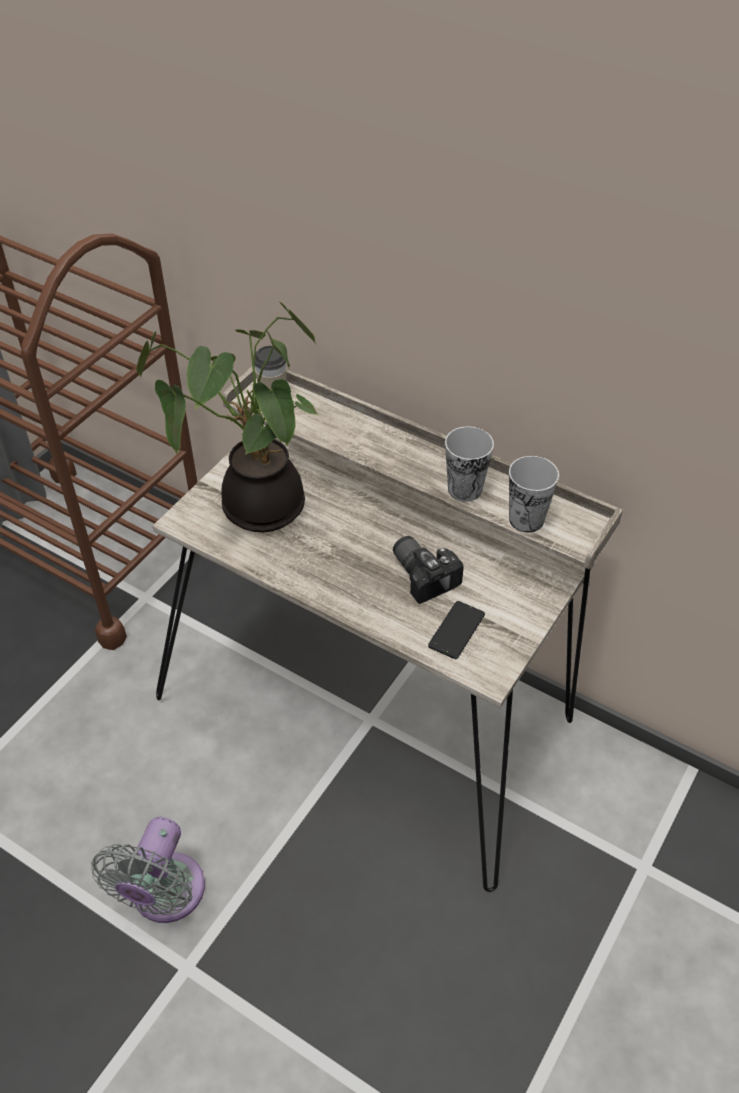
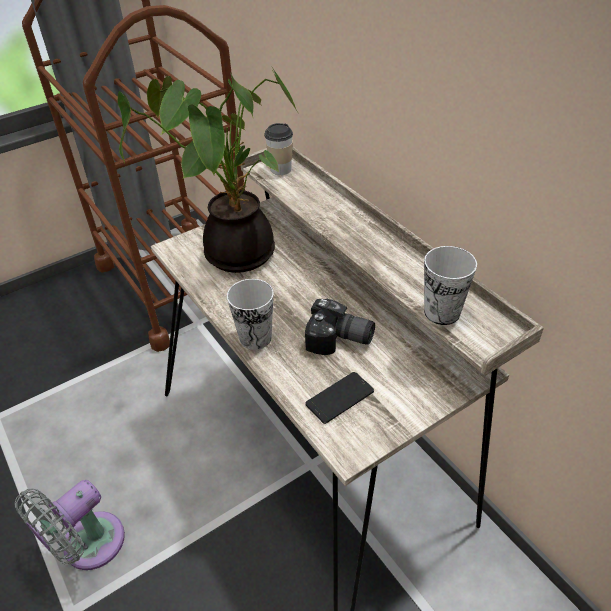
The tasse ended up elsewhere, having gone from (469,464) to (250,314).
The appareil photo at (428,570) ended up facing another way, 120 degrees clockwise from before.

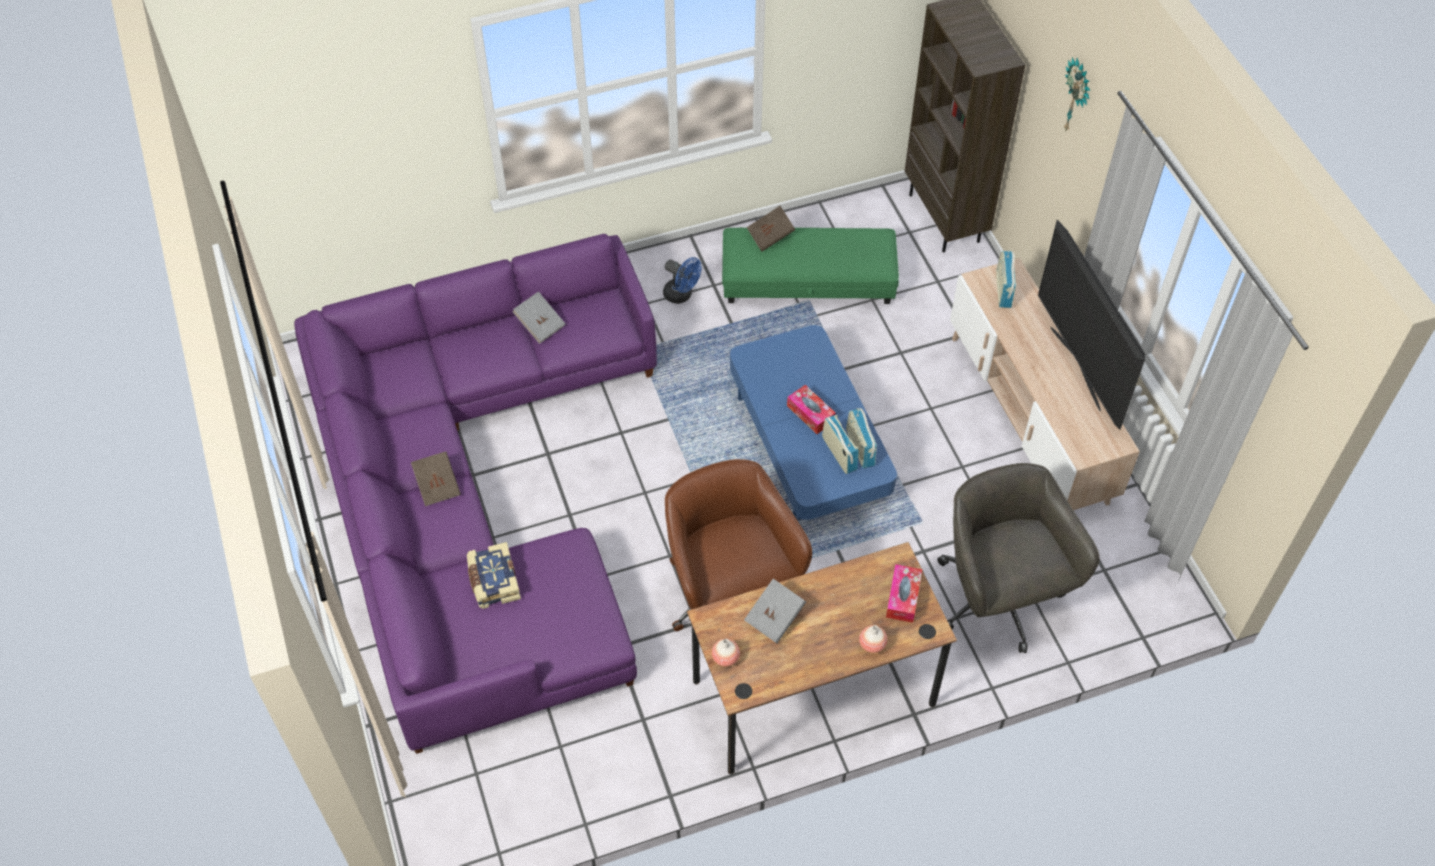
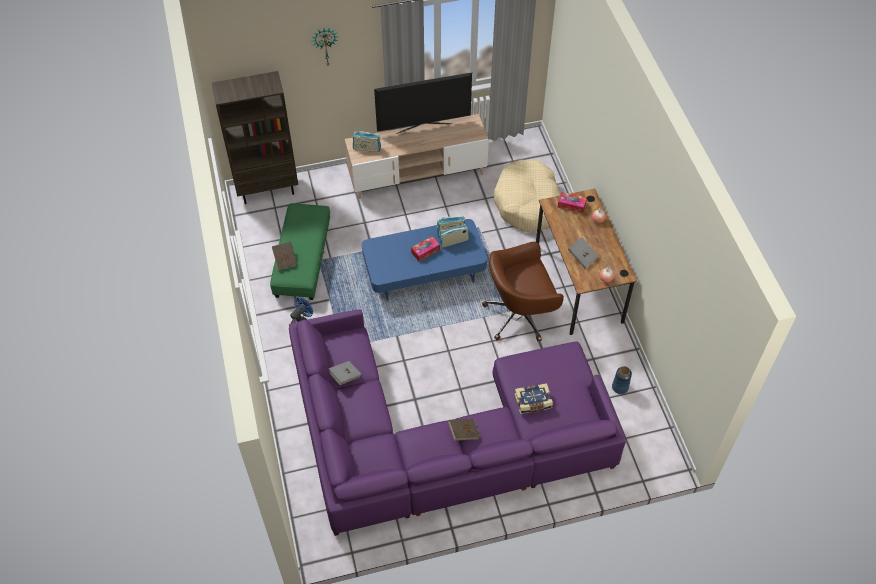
The second view gained the vase (bleu) at (622,380).
Where the chaise de bureau (gris) stood at (1018,558), the panier pour chien (beige) came to stand at (527,195).

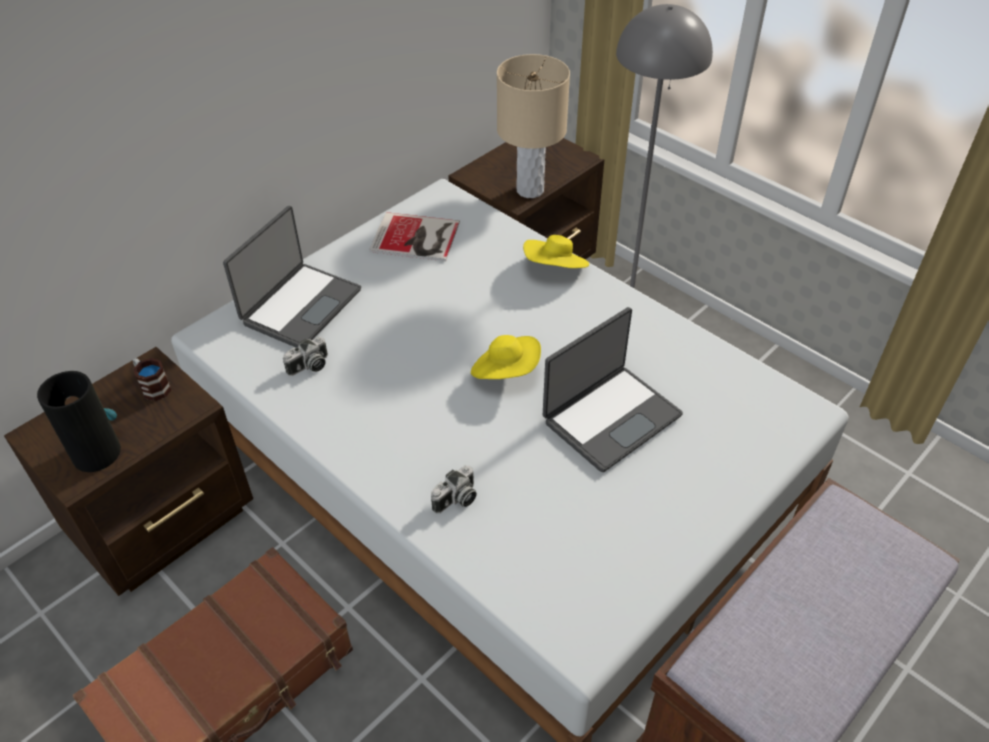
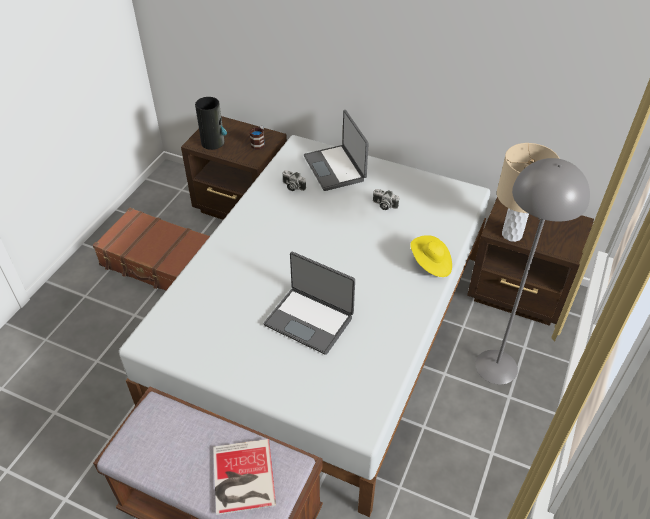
The second view lost the chapeau (jaune) at (506,357).
The livre ended up elsewhere, having gone from (414,236) to (244,477).
The appareil photo ended up elsewhere, having gone from (454,490) to (386,199).
The ordinateur portable at (292,277) ended up facing another way, 60 degrees clockwise from before.

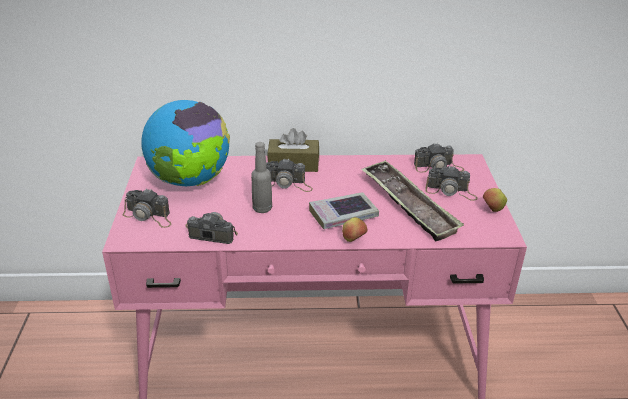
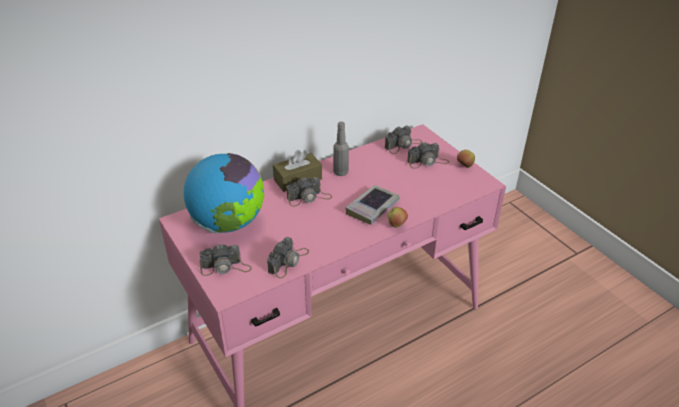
The second view lost the plateau at (412,200).
The bouteille (gris) ended up elsewhere, having gone from (261,177) to (341,149).
The appareil photo at (211,228) ended up facing another way, 135 degrees clockwise from before.

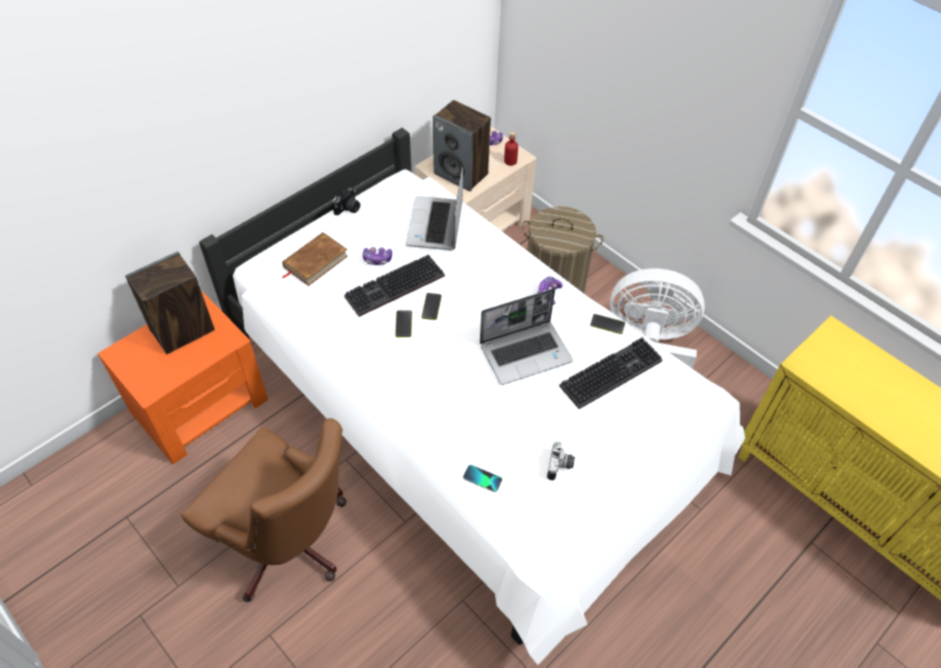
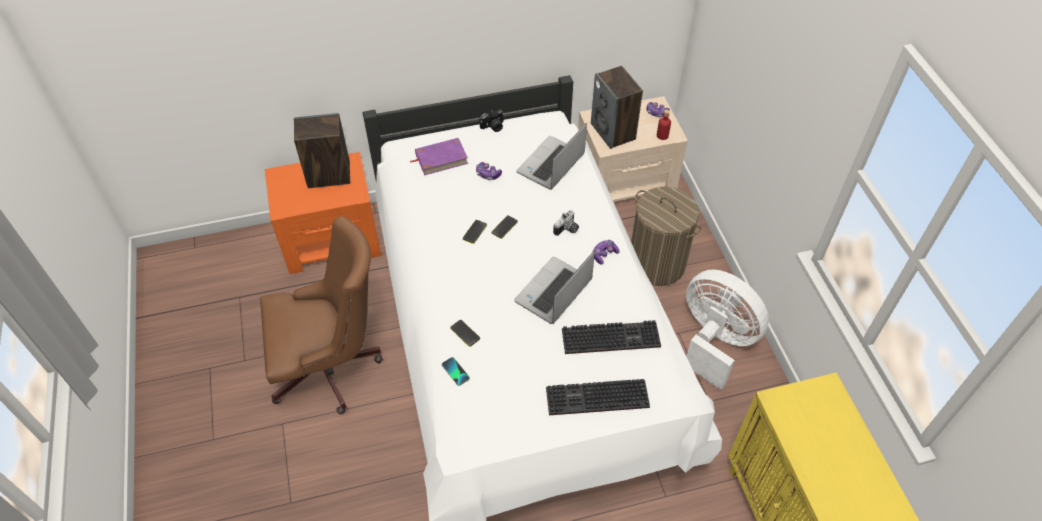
The clavier ended up elsewhere, having gone from (394,286) to (598,397).
The appareil photo ended up elsewhere, having gone from (561,460) to (566,223).
The téléphone ended up elsewhere, having gone from (607,324) to (465,333).
What was the livre (marron) at (315,259) turned into the livre (violet) at (439,156).
The chaise de bureau (marron) at (264,510) ended up facing another way, 75 degrees counterclockwise from before.
The ordinateur portable at (526,337) ended up facing another way, 120 degrees clockwise from before.

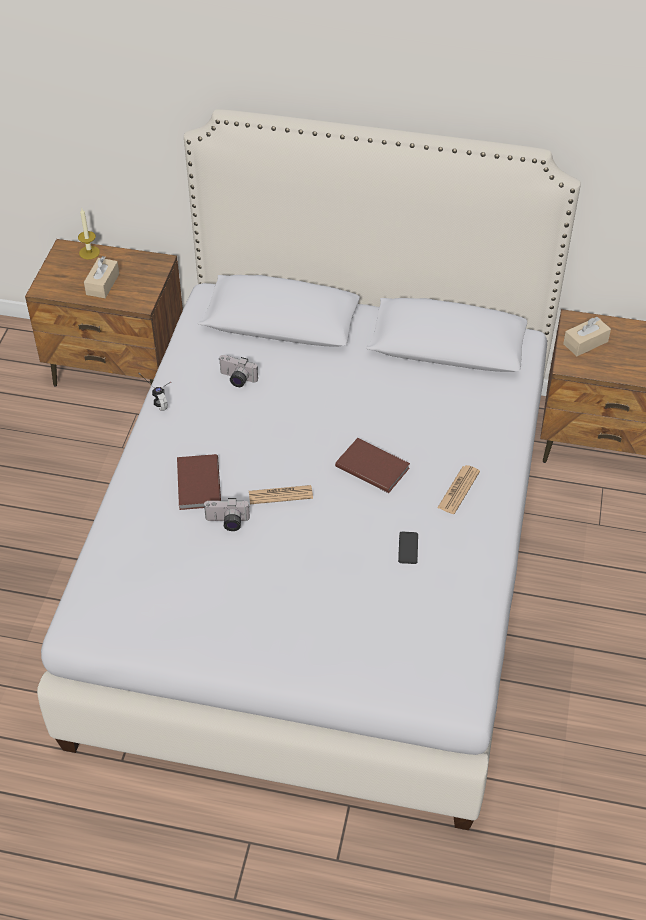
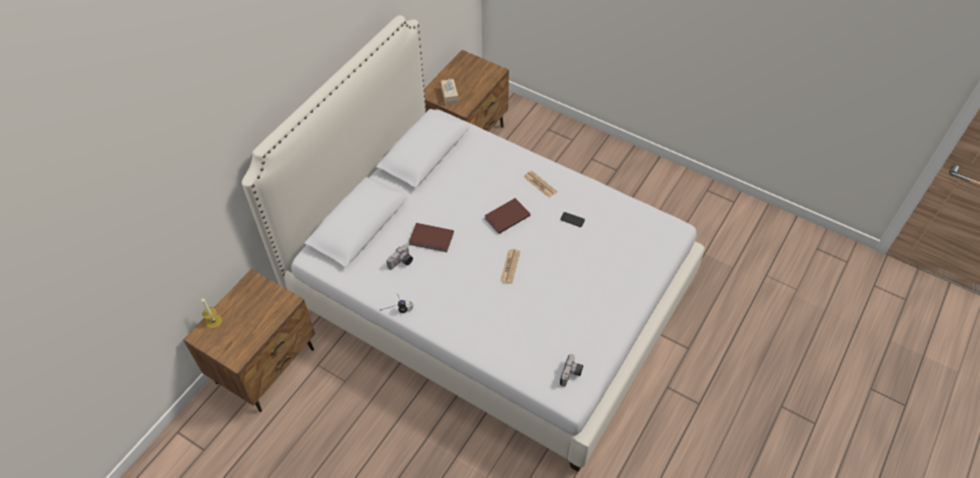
The second view lost the boîte à mouchoirs (beige) at (101,277).
The livre (marron) ended up elsewhere, having gone from (199,482) to (431,237).
The appareil photo ended up elsewhere, having gone from (226,514) to (571,370).

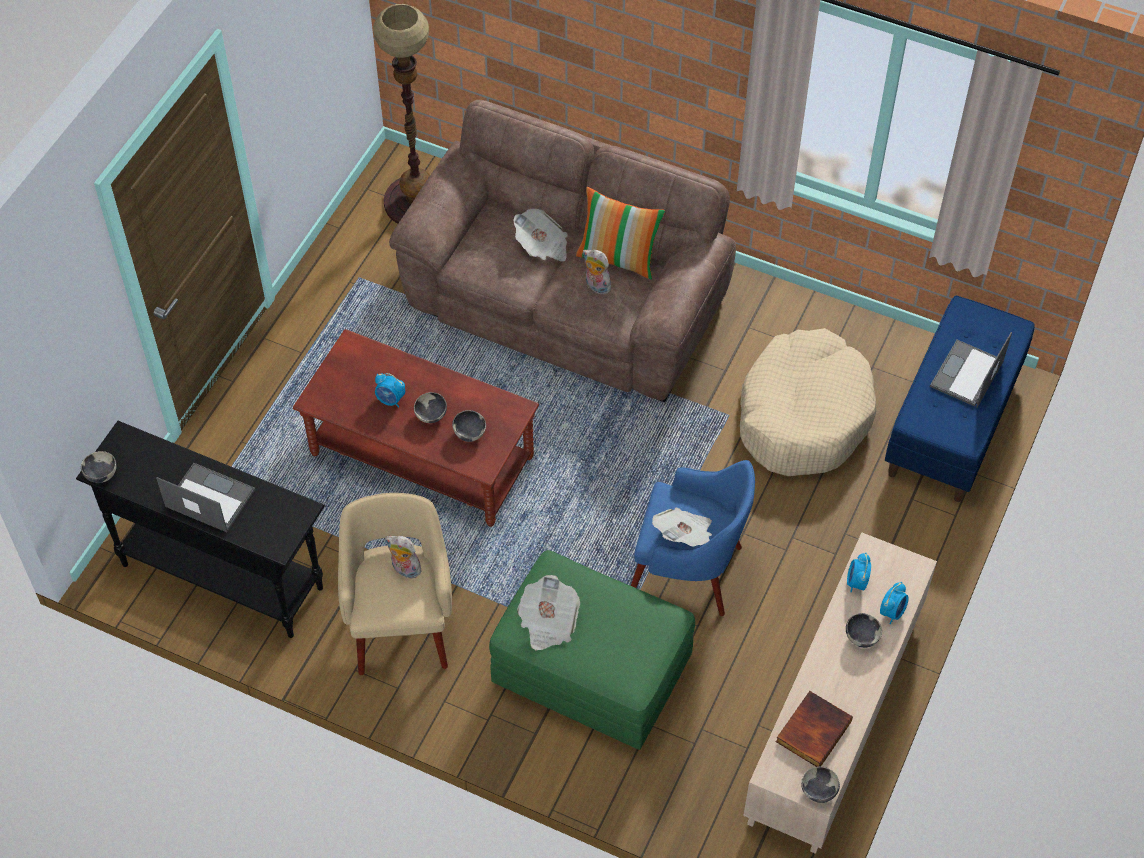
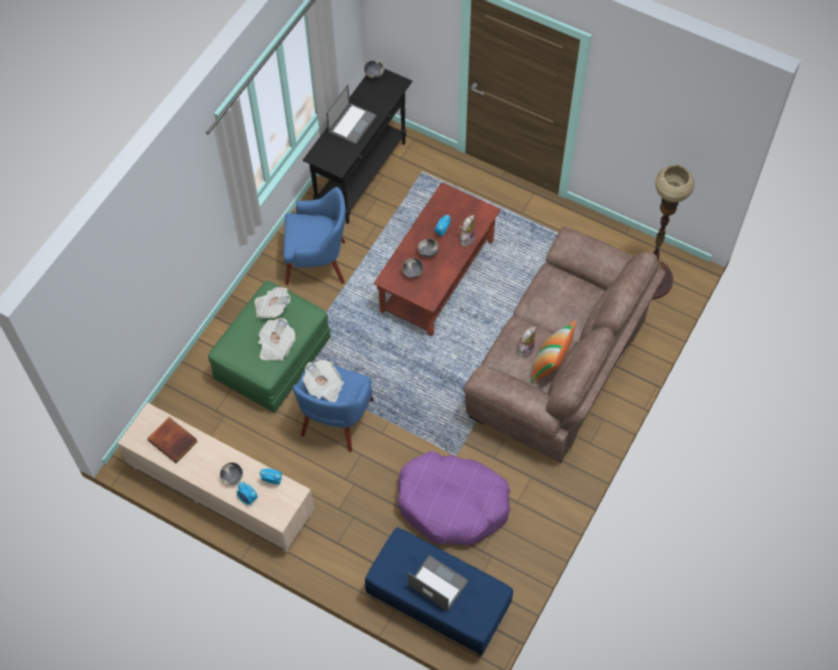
The second view lost the bol at (820,785).
The peluche ended up elsewhere, having gone from (404,558) to (467,231).
The journal ended up elsewhere, having gone from (540,235) to (276,339).
What was the fauteuil (beige) at (395,584) turned into the fauteuil (bleu) at (314,236).
What was the panier pour chien (beige) at (808,402) turned into the panier pour chien (violet) at (454,498).

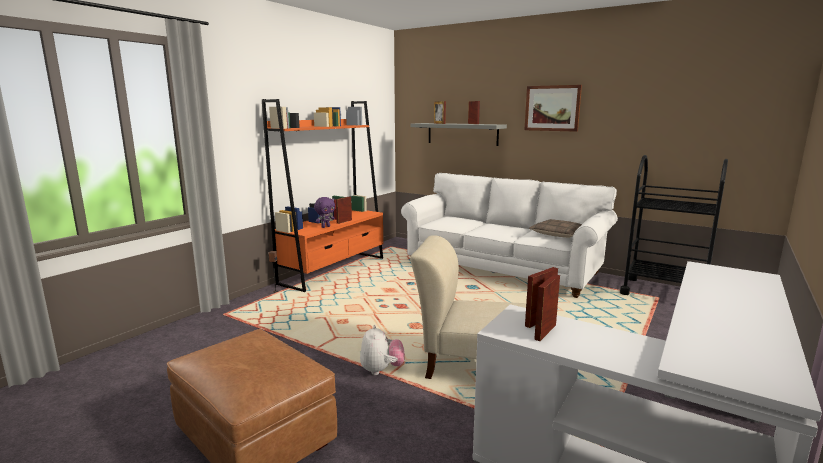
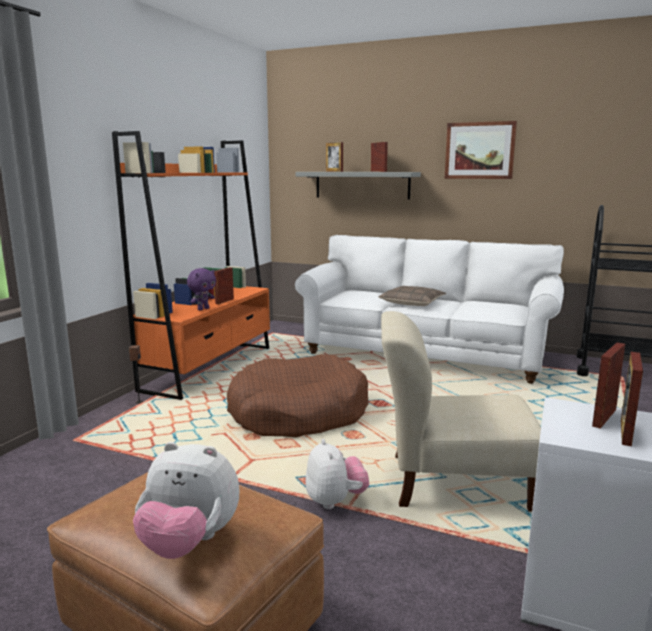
The second view gained the peluche at (186,500).
The second view gained the panier pour chien (marron) at (298,395).
The coussin ended up elsewhere, having gone from (555,228) to (412,296).

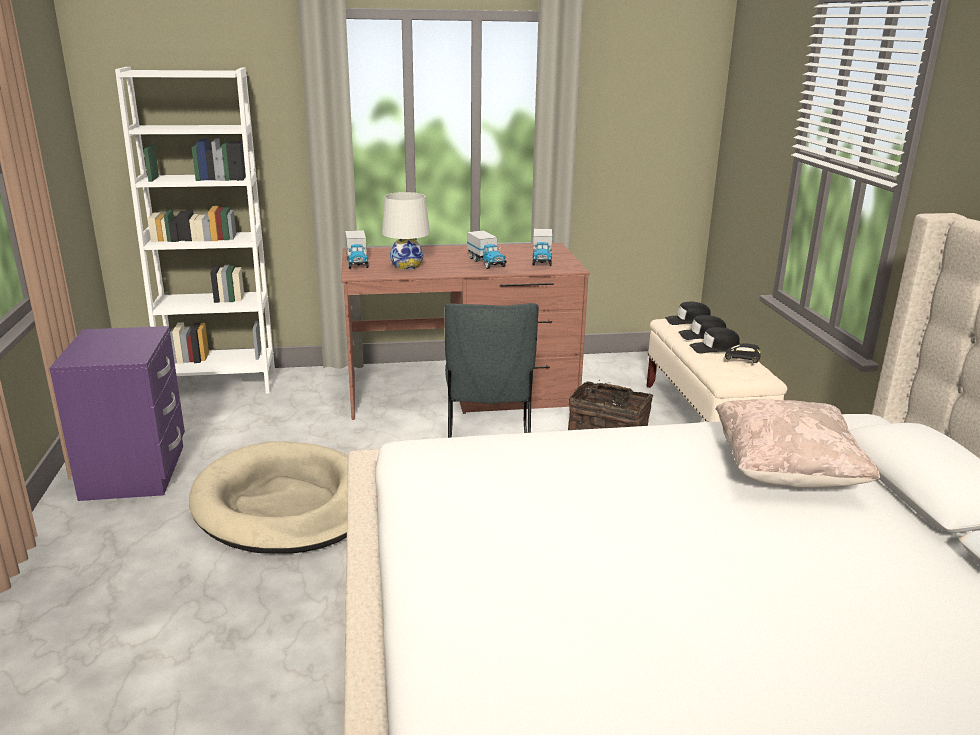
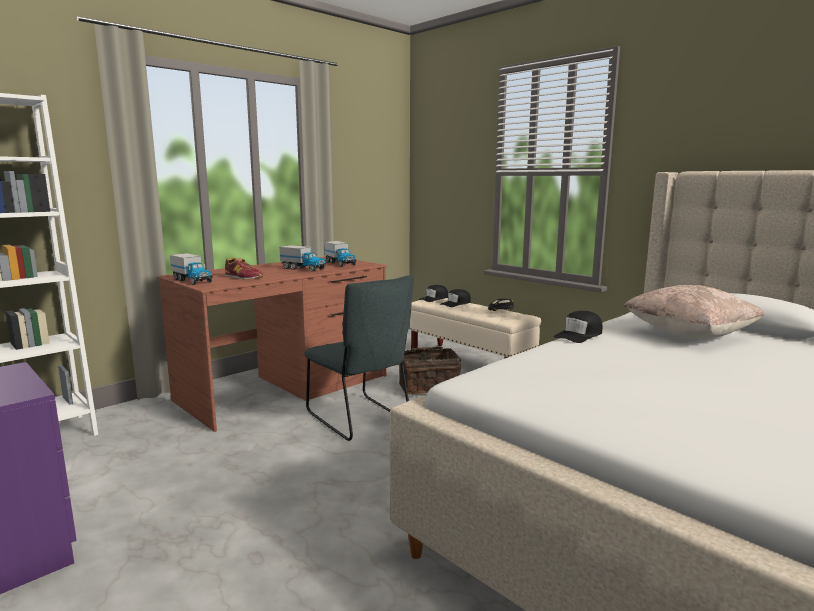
The second view lost the panier pour chien (beige) at (268,497).
The casquette (noir) ended up elsewhere, having gone from (714,340) to (578,327).
Where the lampe de table (blanc) stood at (406,230), the chaussure came to stand at (244,269).

